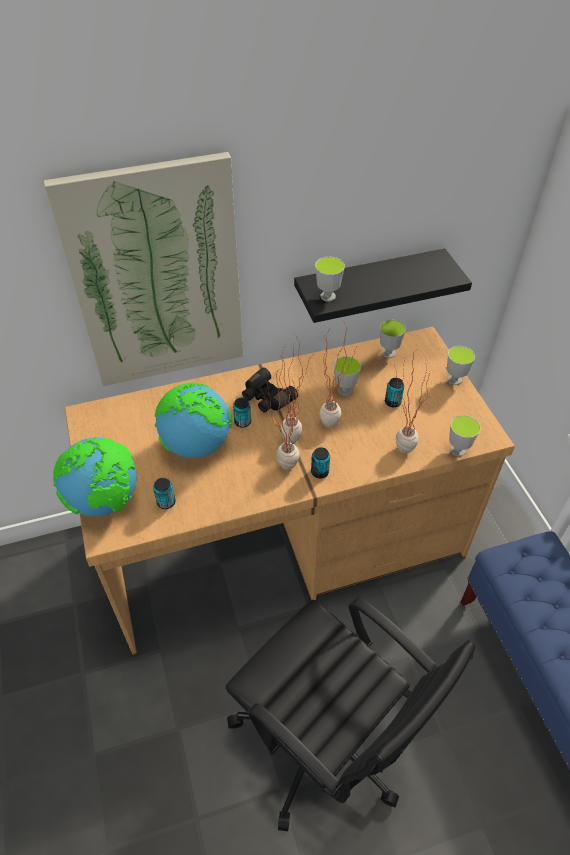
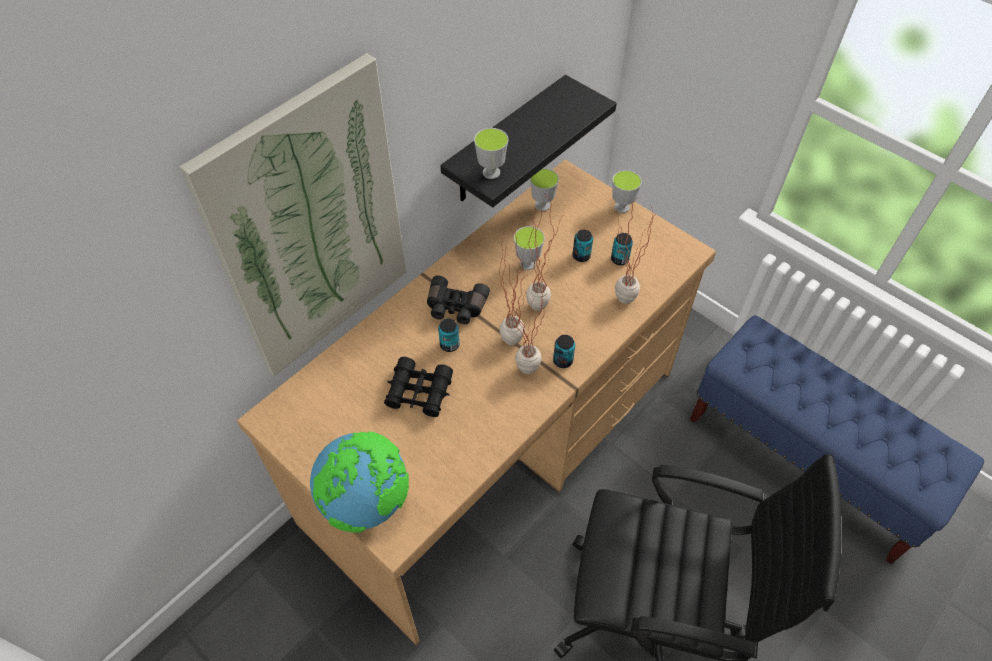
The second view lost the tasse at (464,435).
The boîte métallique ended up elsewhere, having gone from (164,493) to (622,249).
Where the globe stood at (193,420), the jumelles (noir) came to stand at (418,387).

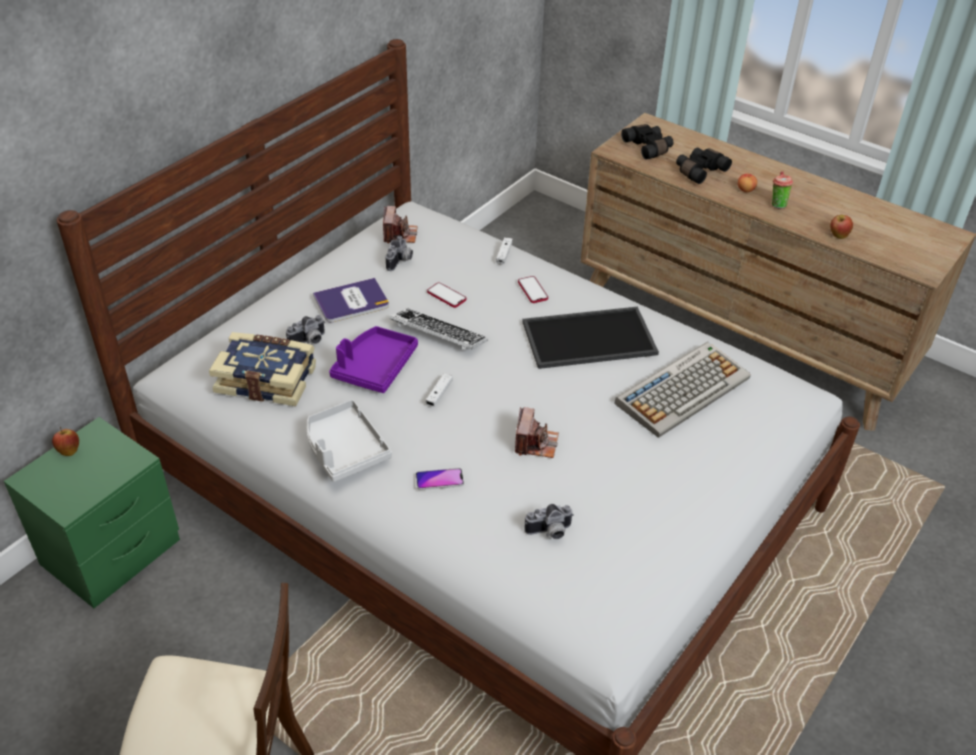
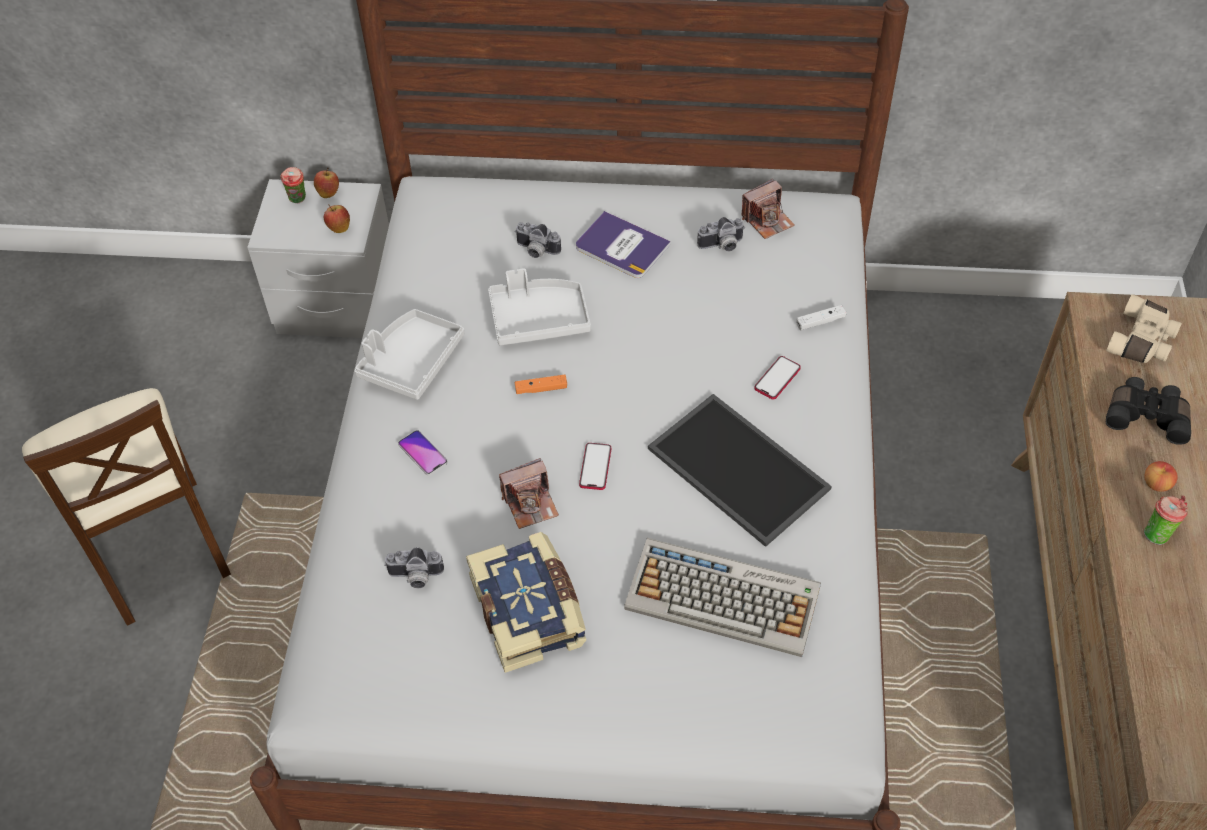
The second view lost the clavier at (438,329).
The second view gained the tasse at (293,185).
The livre ended up elsewhere, having gone from (262,369) to (526,602).
The téléphone ended up elsewhere, having gone from (446,295) to (595,466).
The pomme ended up elsewhere, having gone from (841,227) to (337,218).
What was the table de chevet (vert) at (92,512) turned into the table de chevet (gris) at (318,258).
What was the plateau (violet) at (373,359) turned into the plateau (gris) at (539,306).
What was the manette (blanc) at (439,389) turned into the manette (orange) at (541,384).
What was the jumelles (noir) at (647,142) turned into the jumelles (beige) at (1144,328).
The appareil photo at (549,521) ended up facing another way, 45 degrees counterclockwise from before.

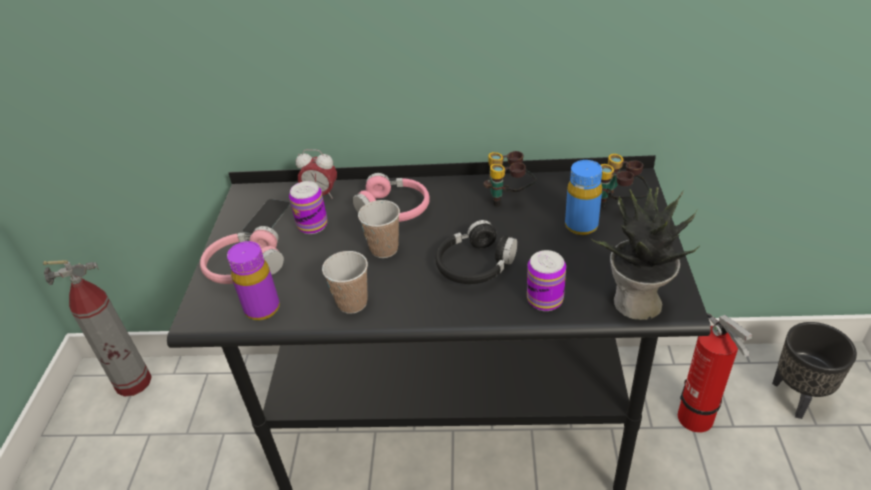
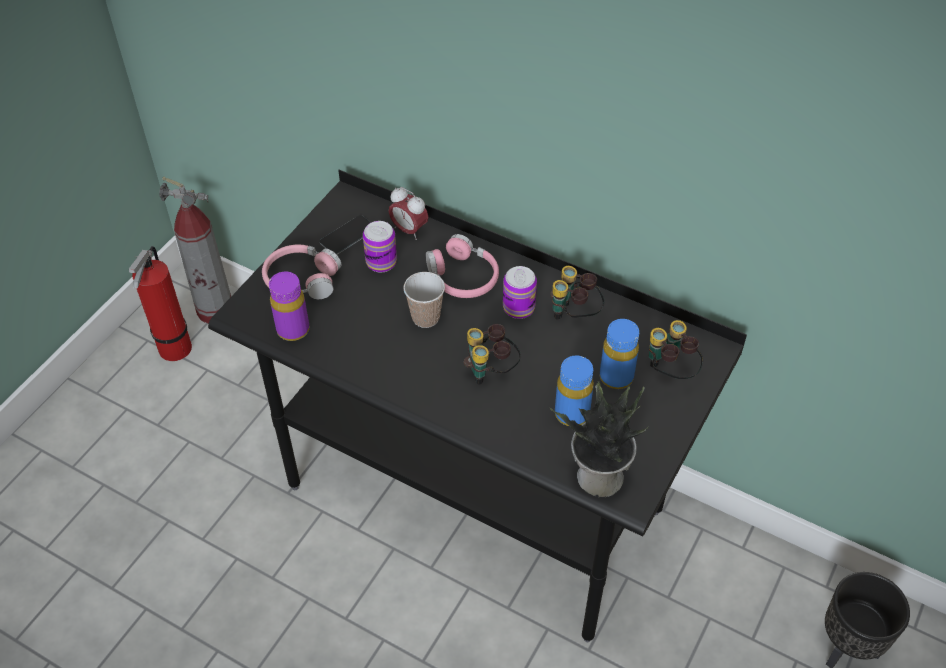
The second view lost the tasse at (345,282).
The second view gained the bouteille (bleu) at (574,391).
The boîte métallique ended up elsewhere, having gone from (546,280) to (520,292).
The extincteur ended up elsewhere, having gone from (715,373) to (160,303).
Where the casque audio (noir) stood at (476,252), the jumelles came to stand at (492,354).

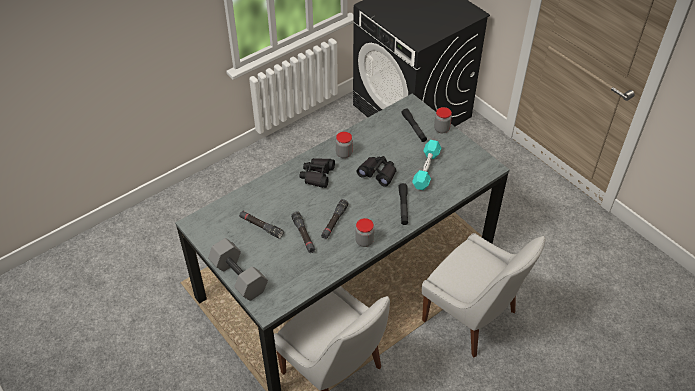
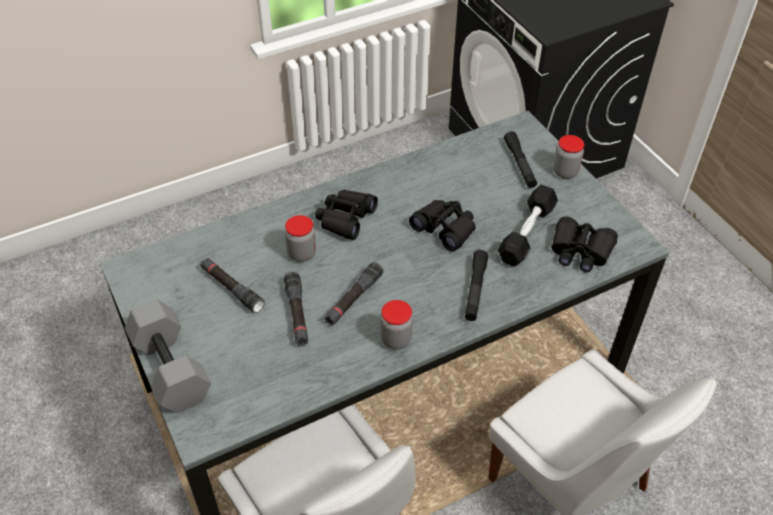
The second view gained the jumelles (noir) at (584,244).
The bocal ended up elsewhere, having gone from (344,145) to (300,238).
What was the haltère (turquoise) at (426,165) turned into the haltère (noir) at (528,225).

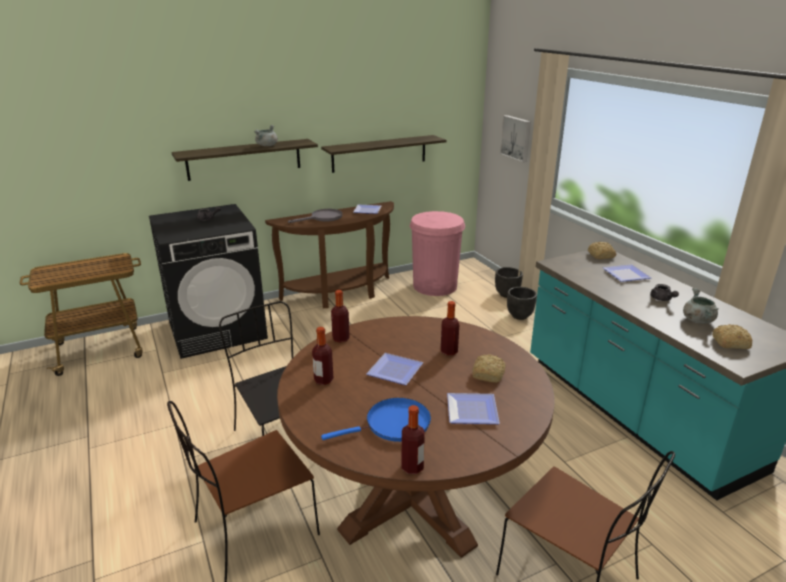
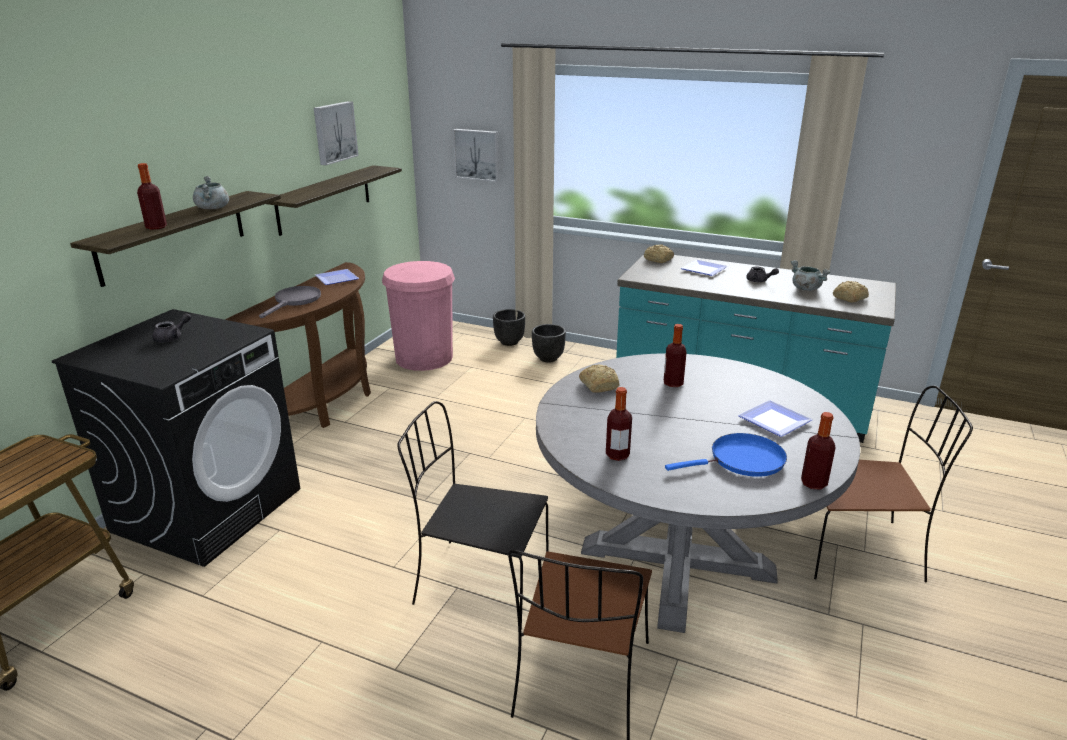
The second view lost the assiette at (394,369).
The second view gained the tableau at (336,133).
The bouteille ended up elsewhere, having gone from (340,316) to (152,196).
The pain ended up elsewhere, having gone from (489,368) to (599,379).
What was the table à manger (marron) at (416,437) turned into the table à manger (gris) at (698,493).
The poêle (bleu) at (376,420) ended up facing another way, 45 degrees clockwise from before.

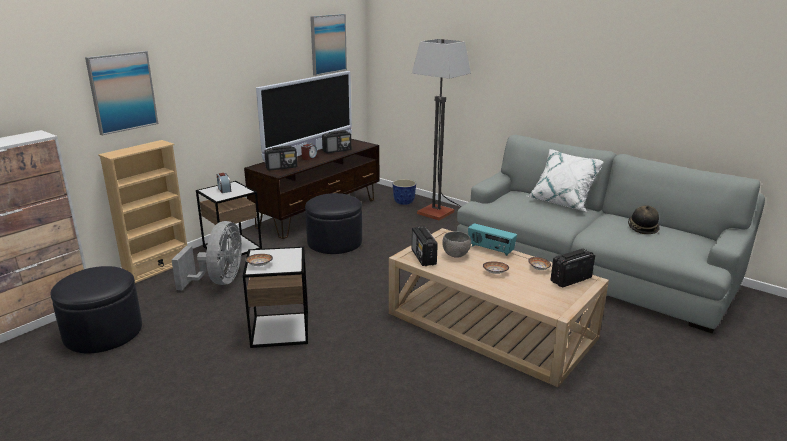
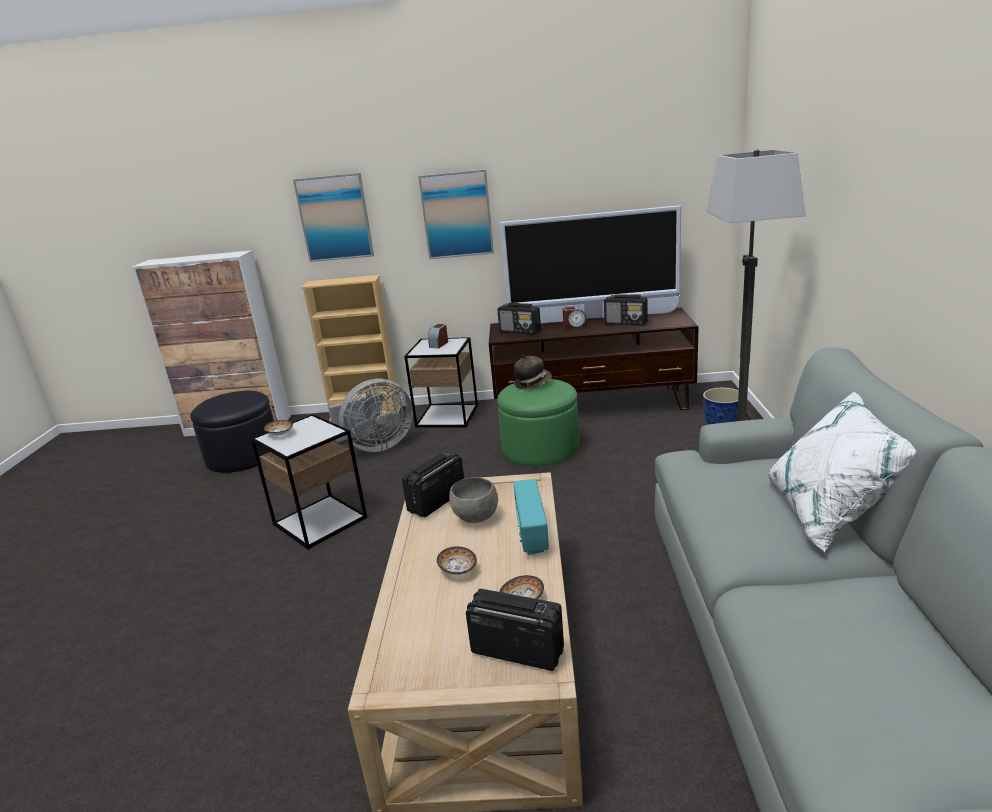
The tableau ended up elsewhere, having gone from (328,45) to (456,214).
The chapeau ended up elsewhere, having gone from (644,220) to (532,371).
What was the pouf (noir) at (333,223) turned into the pouf (vert) at (538,422).

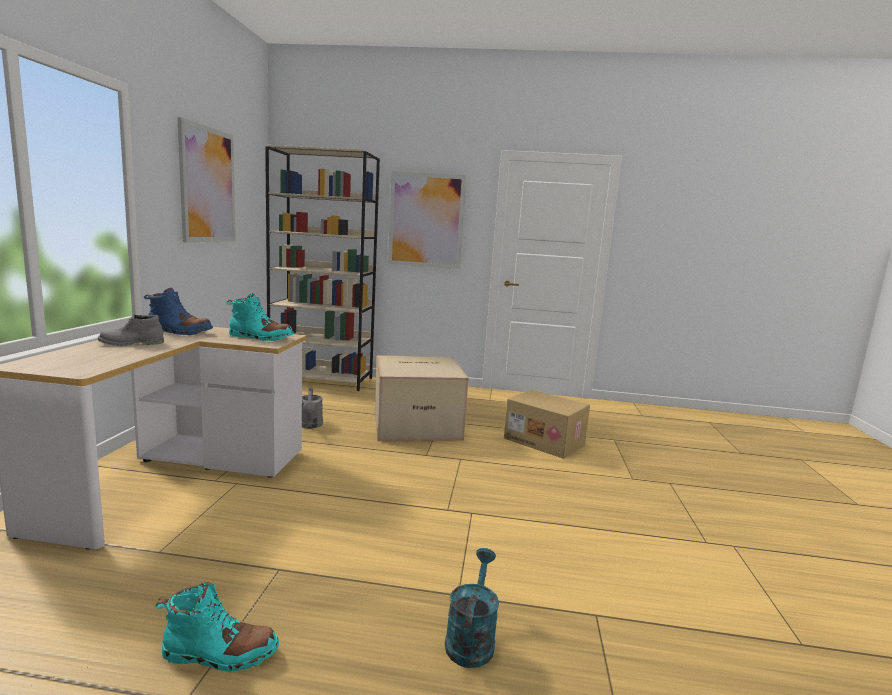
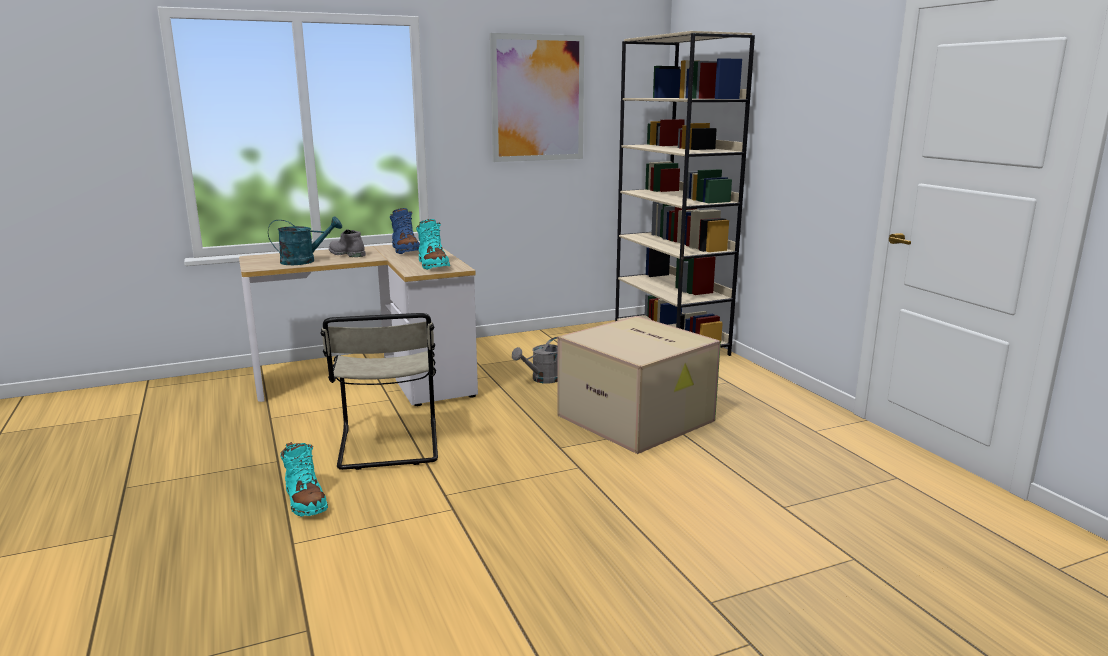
The second view lost the tableau at (427,220).
The second view lost the carton at (547,424).
The second view gained the chaise (beige) at (379,391).
The botte (turquoise) ended up elsewhere, having gone from (217,627) to (304,479).
The arrosoir (turquoise) ended up elsewhere, having gone from (472,608) to (305,240).

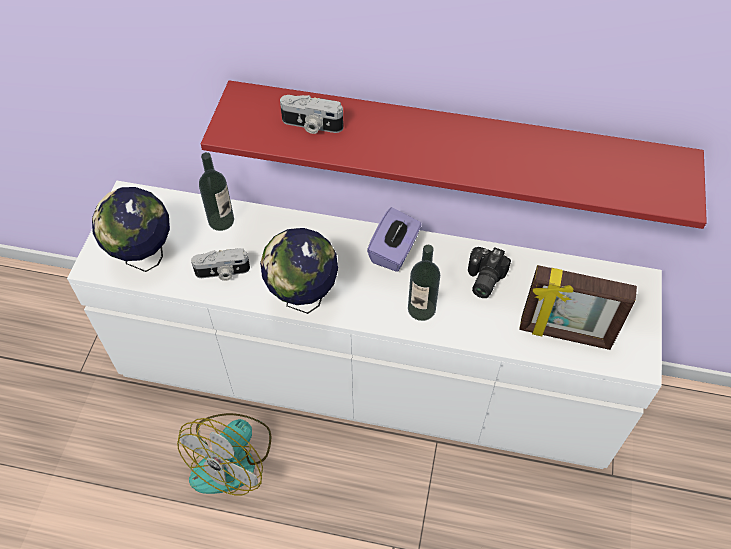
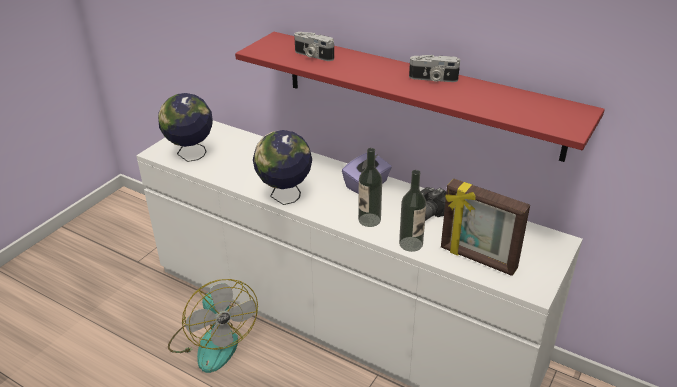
The appareil photo ended up elsewhere, having gone from (220,264) to (434,68).
The bouteille ended up elsewhere, having gone from (216,191) to (413,211).
The ventilateur at (224,454) ended up facing another way, 75 degrees counterclockwise from before.

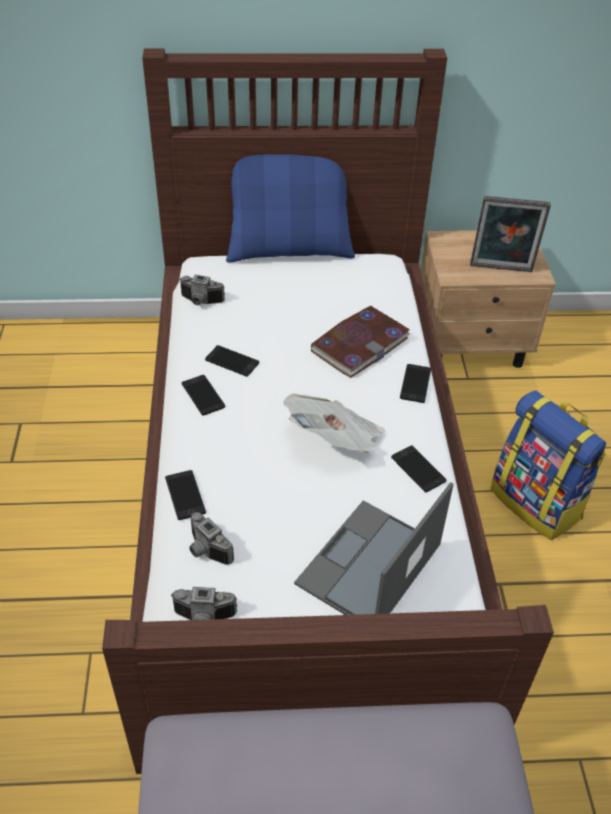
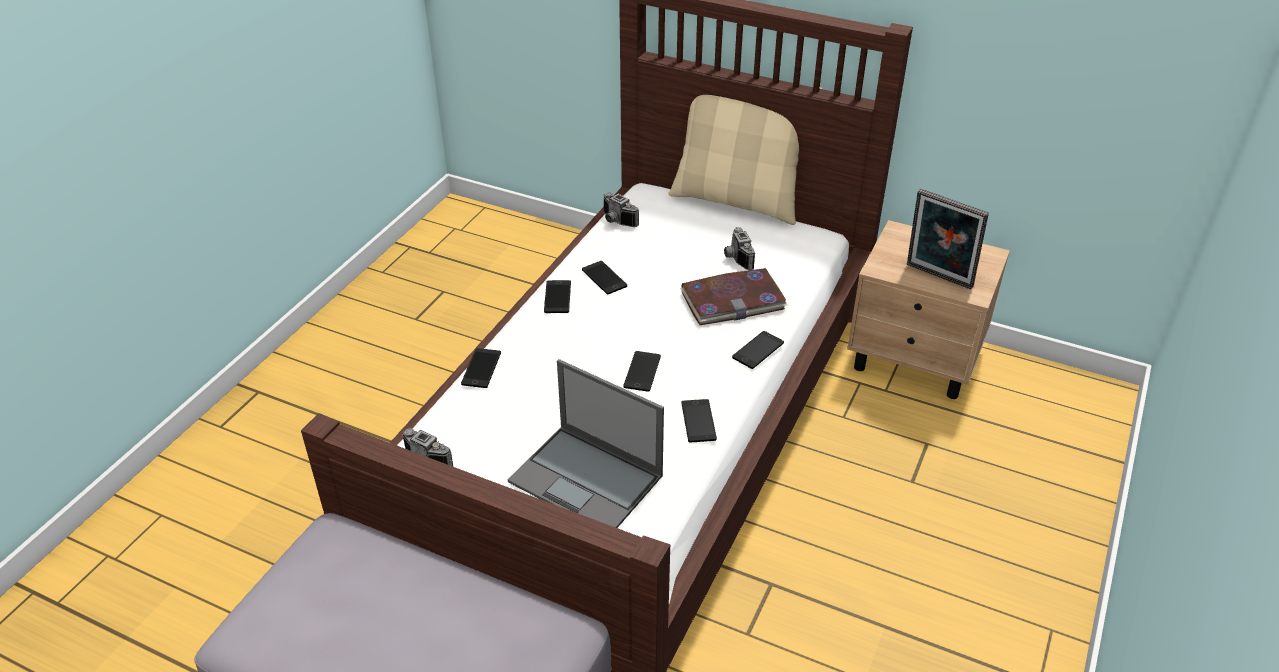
The second view lost the sac à dos at (548,465).
The appareil photo ended up elsewhere, having gone from (211,538) to (739,248).
Where the journal stood at (334,423), the téléphone came to stand at (642,371).
What was the coussin (bleu) at (290,194) turned into the coussin (beige) at (745,156).
The ordinateur portable at (374,548) ended up facing another way, 120 degrees counterclockwise from before.

